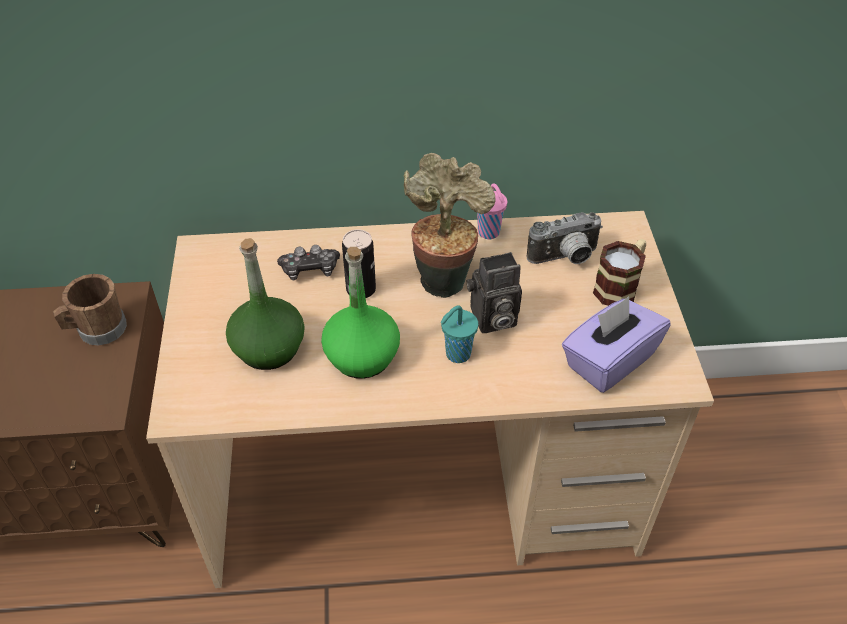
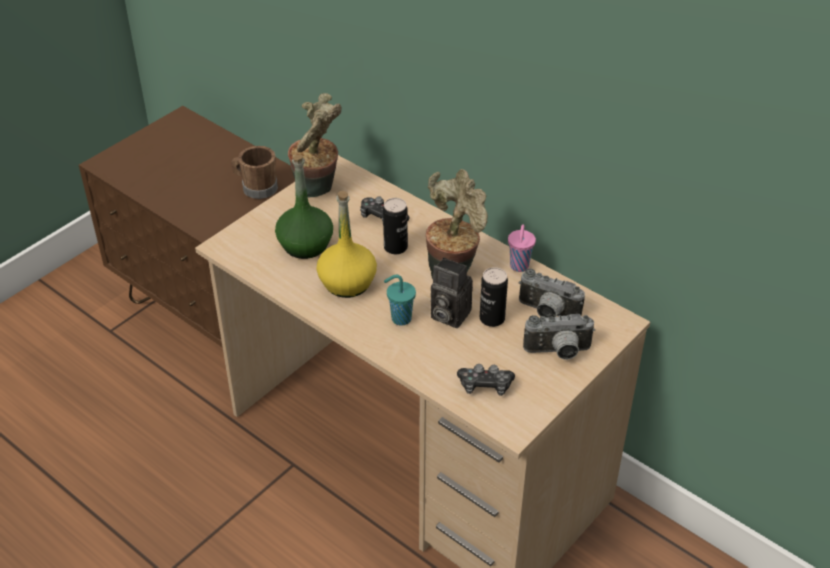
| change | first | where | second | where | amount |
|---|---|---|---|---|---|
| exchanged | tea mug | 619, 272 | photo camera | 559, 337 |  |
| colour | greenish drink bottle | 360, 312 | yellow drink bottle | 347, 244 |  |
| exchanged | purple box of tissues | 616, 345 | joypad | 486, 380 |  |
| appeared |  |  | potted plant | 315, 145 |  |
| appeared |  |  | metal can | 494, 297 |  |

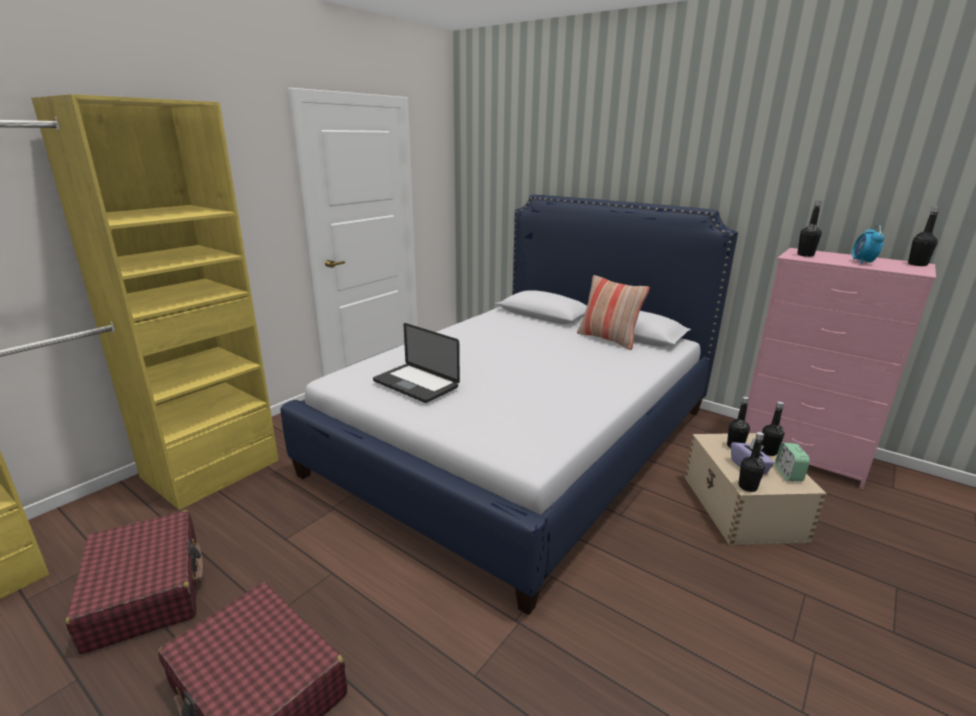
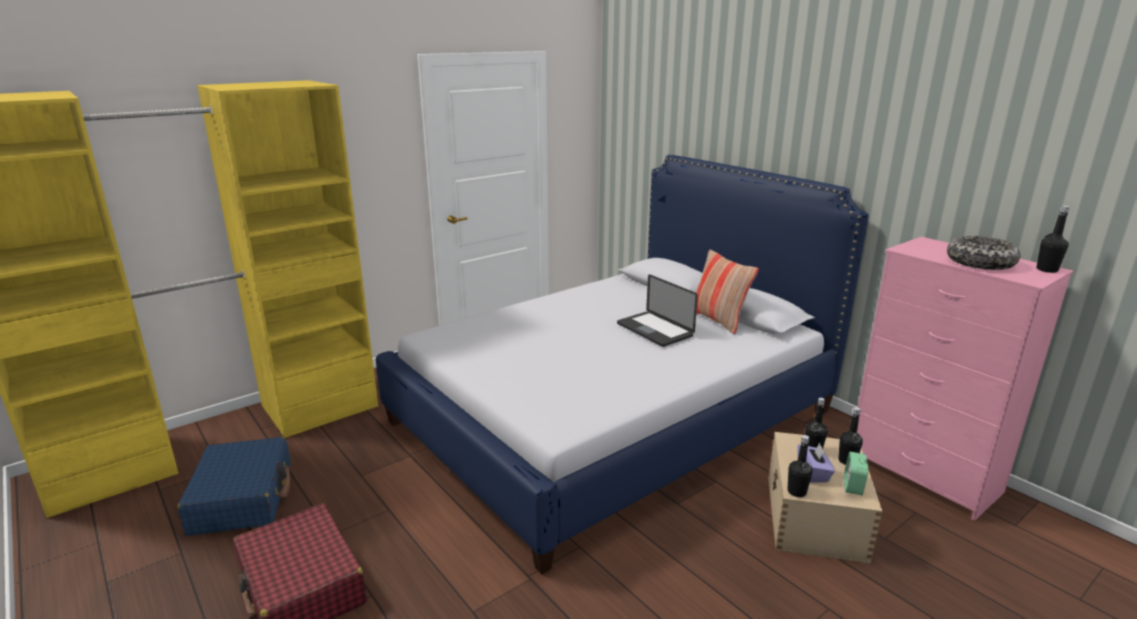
| change | first | where | second | where | amount |
|---|---|---|---|---|---|
| missing | blackish drink bottle | 809, 228 |  |  |  |
| exchanged | bedside clock | 868, 245 | serving bowl | 984, 253 |  |
| relocated | notebook computer | 416, 363 |  | 657, 310 |  |
| colour | red suitcase | 134, 582 | blue-coloured suitcase | 233, 486 |  |

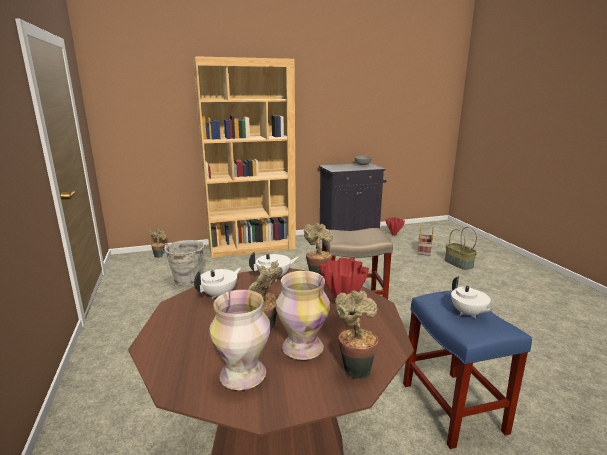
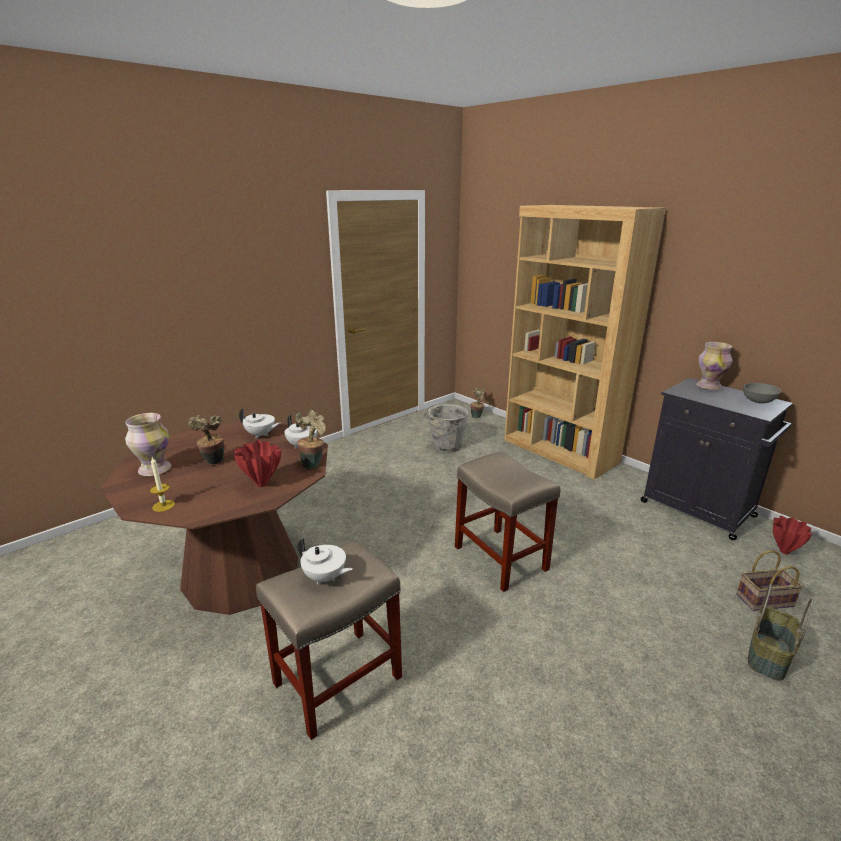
| change | first | where | second | where | amount |
|---|---|---|---|---|---|
| relocated | vase | 303, 315 |  | 714, 366 |  |
| spun | whitish tea pot | 472, 297 |  | 325, 561 | 105 degrees counterclockwise |
| exchanged | potted plant | 356, 334 | wax light | 162, 484 |  |
| colour | blue-coloured stool seat | 467, 369 | beige stool seat | 329, 639 |  |

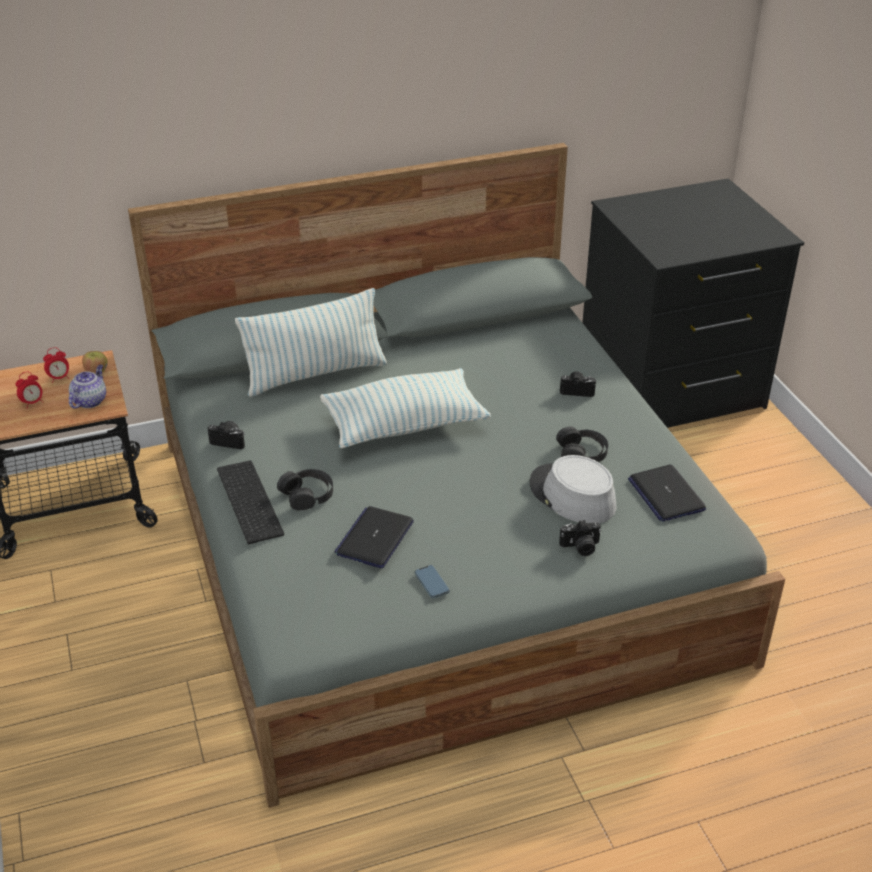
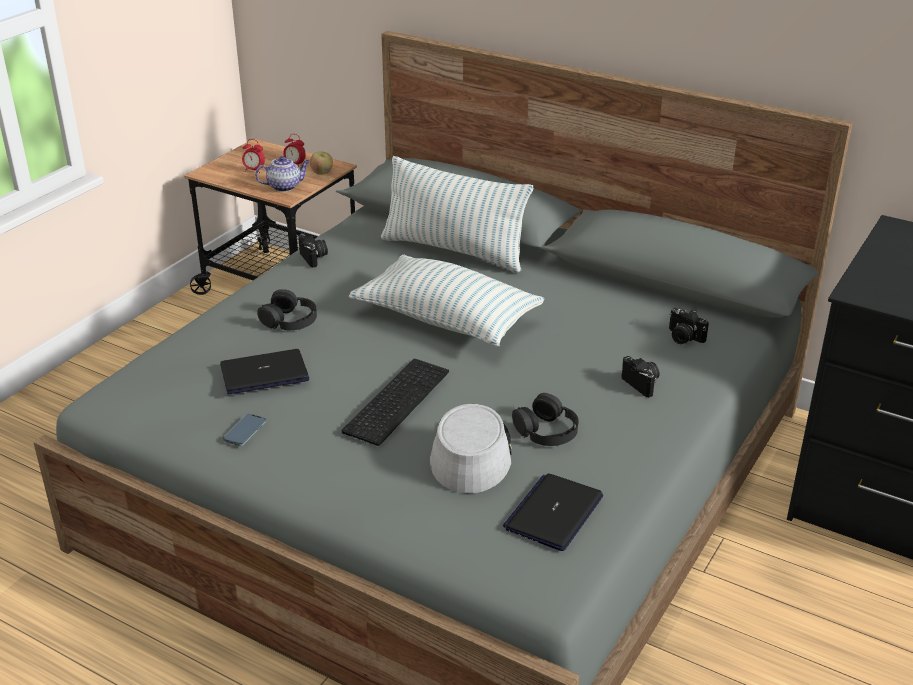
| change | first | where | second | where | amount |
|---|---|---|---|---|---|
| relocated | PC keyboard | 250, 502 |  | 395, 402 |  |
| relocated | photo camera | 580, 538 |  | 689, 326 |  |

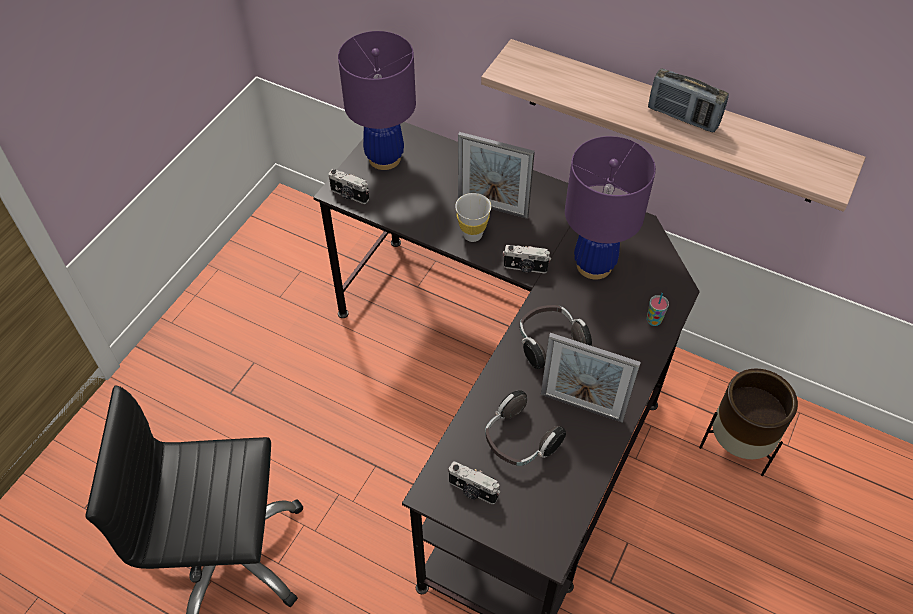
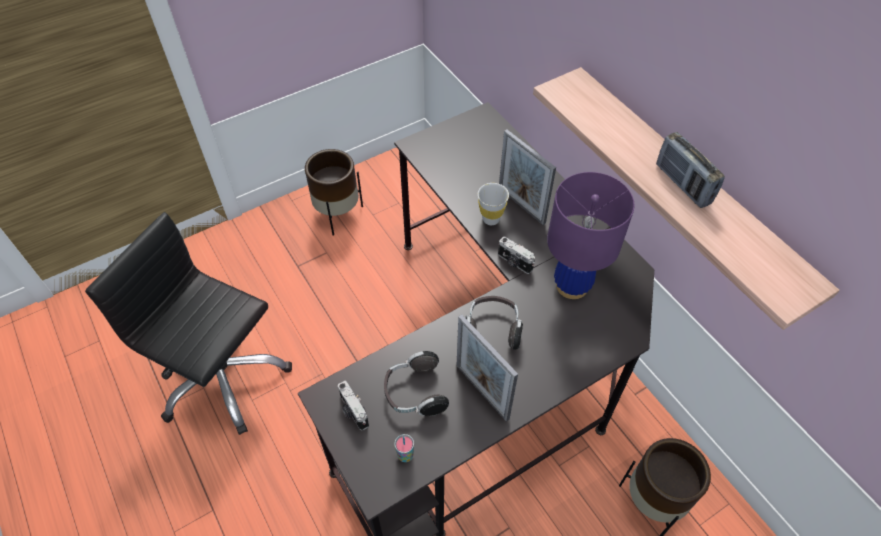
| change | first | where | second | where | amount |
|---|---|---|---|---|---|
| missing | purple table lamp | 377, 100 |  |  |  |
| missing | photo camera | 348, 186 |  |  |  |
| relocated | cup | 658, 309 |  | 404, 448 |  |
| appeared |  |  | brown flower pot | 334, 192 |  |

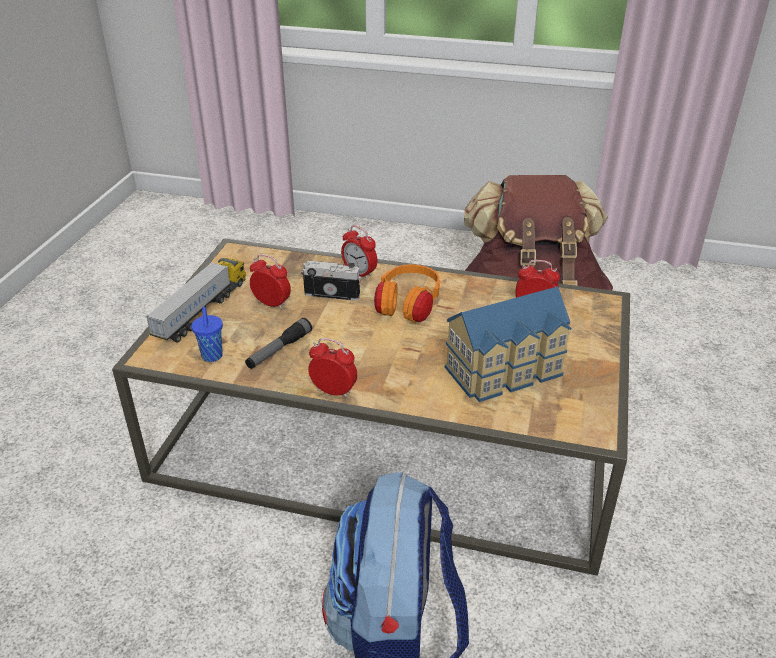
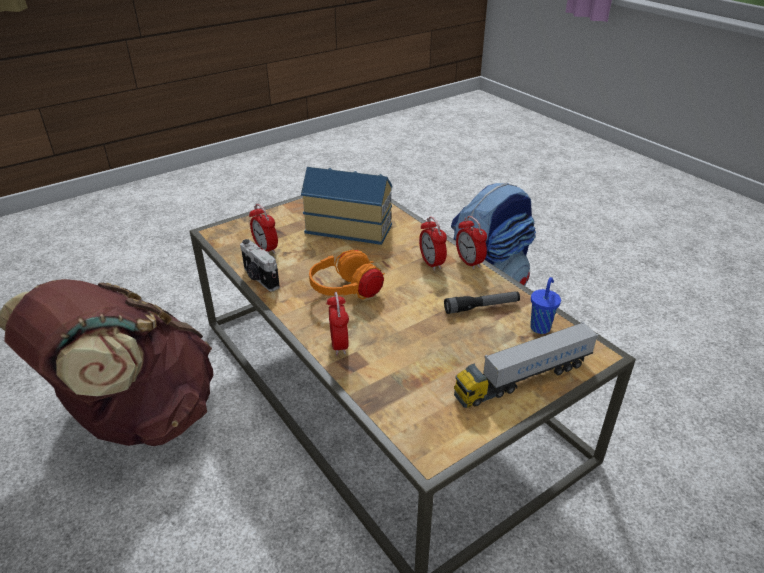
| change | first | where | second | where | amount |
|---|---|---|---|---|---|
| relocated | bedside clock | 270, 282 |  | 433, 244 |  |
| relocated | photo camera | 331, 280 |  | 260, 265 |  |

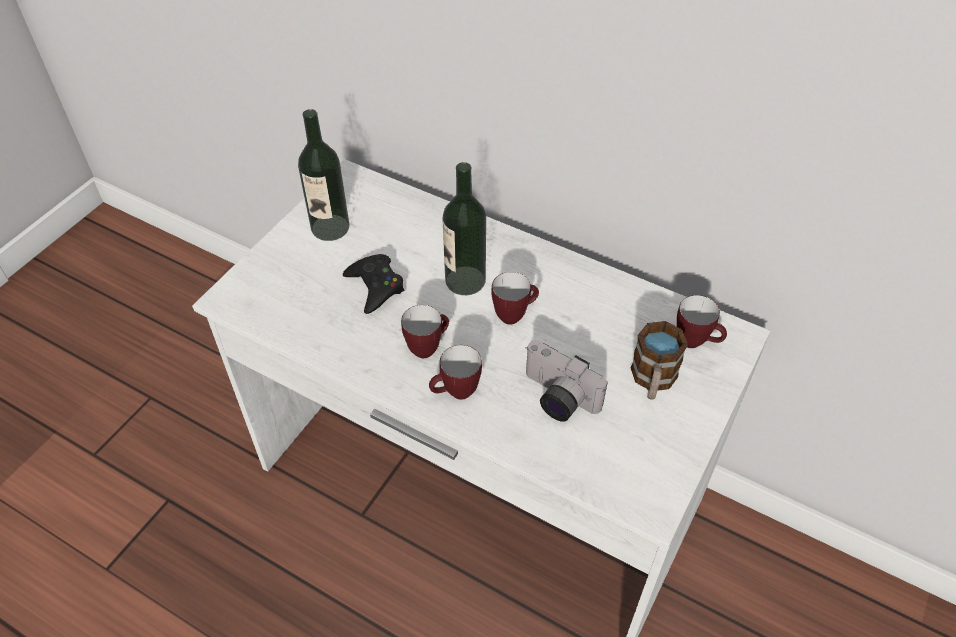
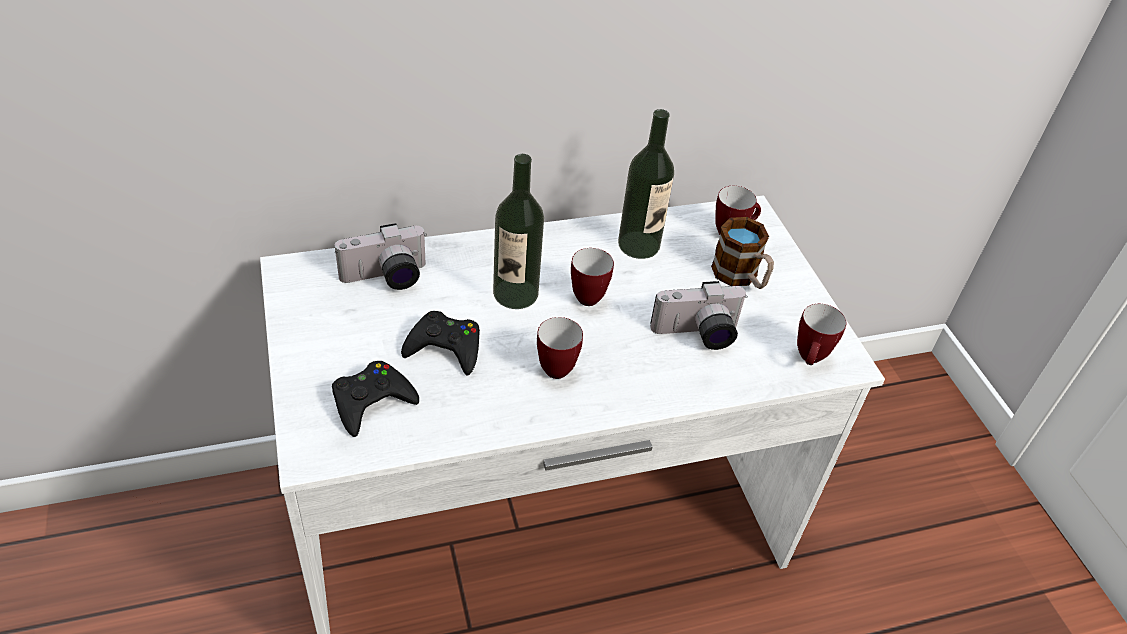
| change | first | where | second | where | amount |
|---|---|---|---|---|---|
| relocated | drink bottle | 323, 175 |  | 646, 184 |  |
| relocated | tea mug | 455, 372 |  | 821, 334 |  |
| appeared |  |  | photo camera | 381, 256 |  |
| appeared |  |  | blackish joypad | 375, 399 |  |

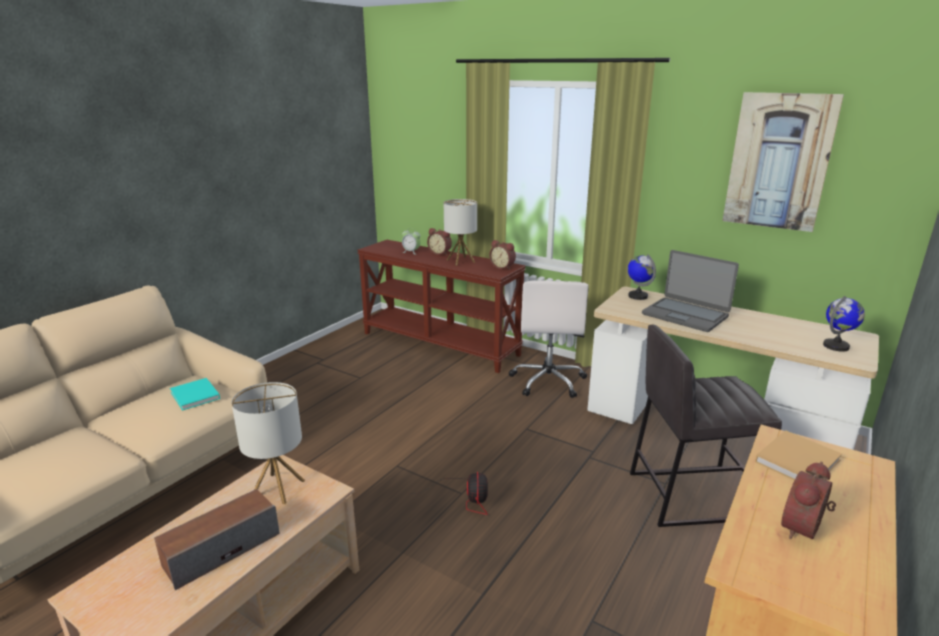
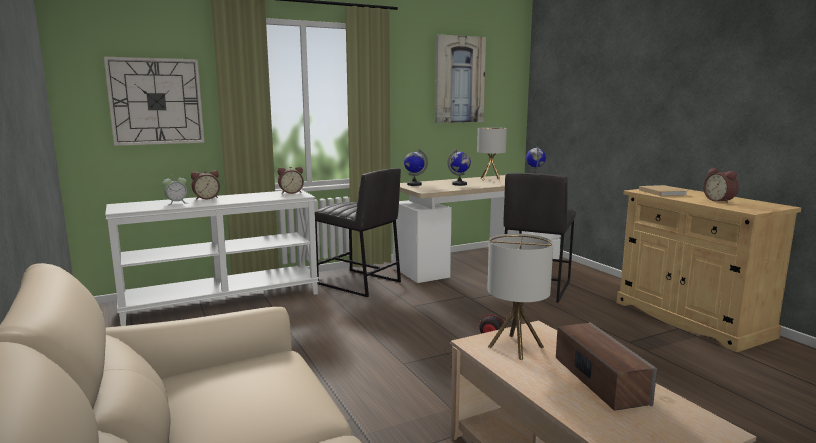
| change | first | where | second | where | amount |
|---|---|---|---|---|---|
| relocated | table lamp | 460, 232 |  | 492, 154 |  |
| colour | brown narrow table | 441, 306 | whitish narrow table | 212, 258 |  |
| exchanged | notebook computer | 690, 291 | globe | 459, 167 |  |
| exchanged | whitish desk chair | 549, 339 | grey stool seat | 358, 232 |  |
| missing | turquoise-coloured book | 195, 394 |  |  |  |
| appeared |  |  | wall clock | 154, 101 |  |

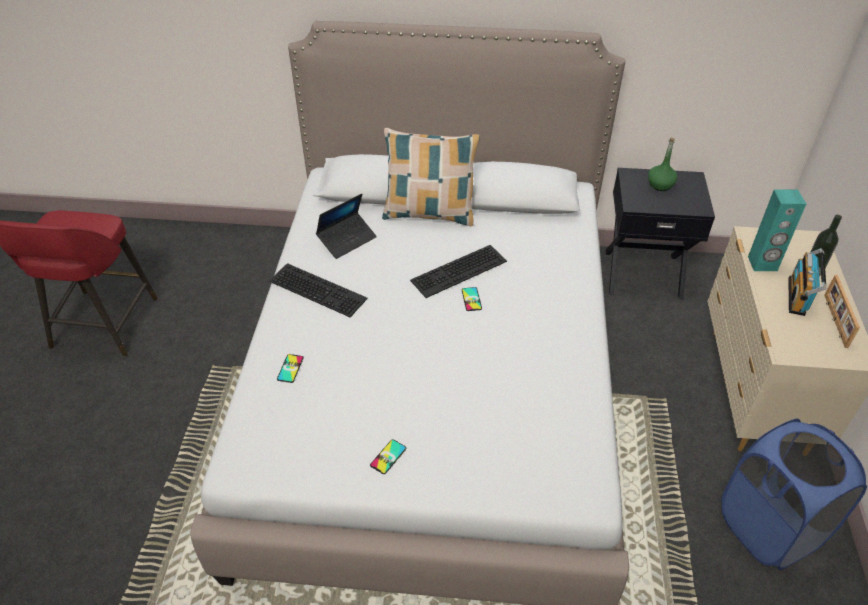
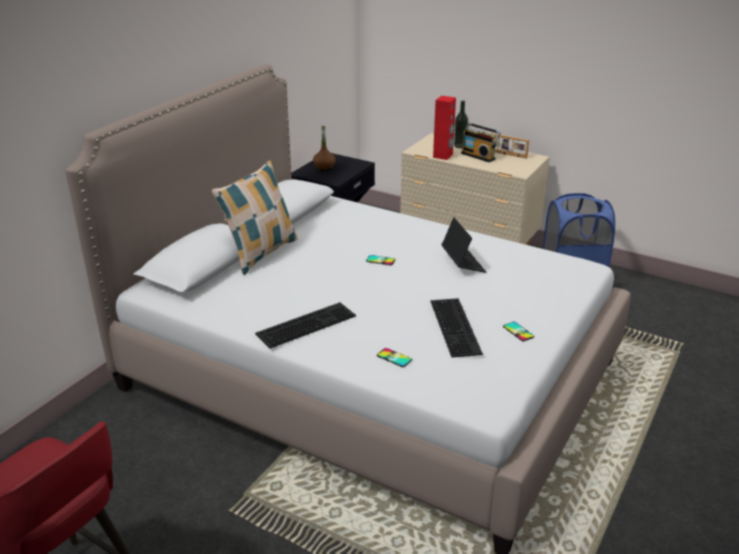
| change | first | where | second | where | amount |
|---|---|---|---|---|---|
| colour | greenish drink bottle | 663, 164 | brown drink bottle | 324, 148 |  |
| colour | turquoise-coloured audio speaker | 777, 230 | red audio speaker | 444, 128 |  |
| relocated | notebook computer | 346, 226 |  | 464, 245 |  |
| relocated | PC keyboard | 458, 271 |  | 456, 327 |  |

